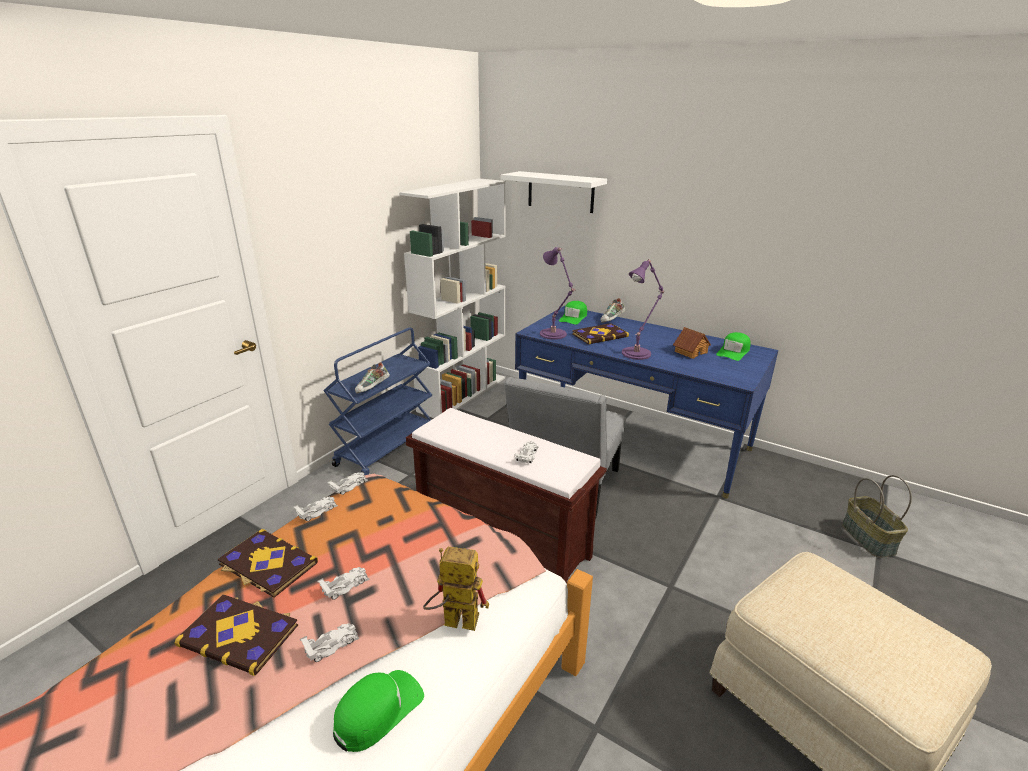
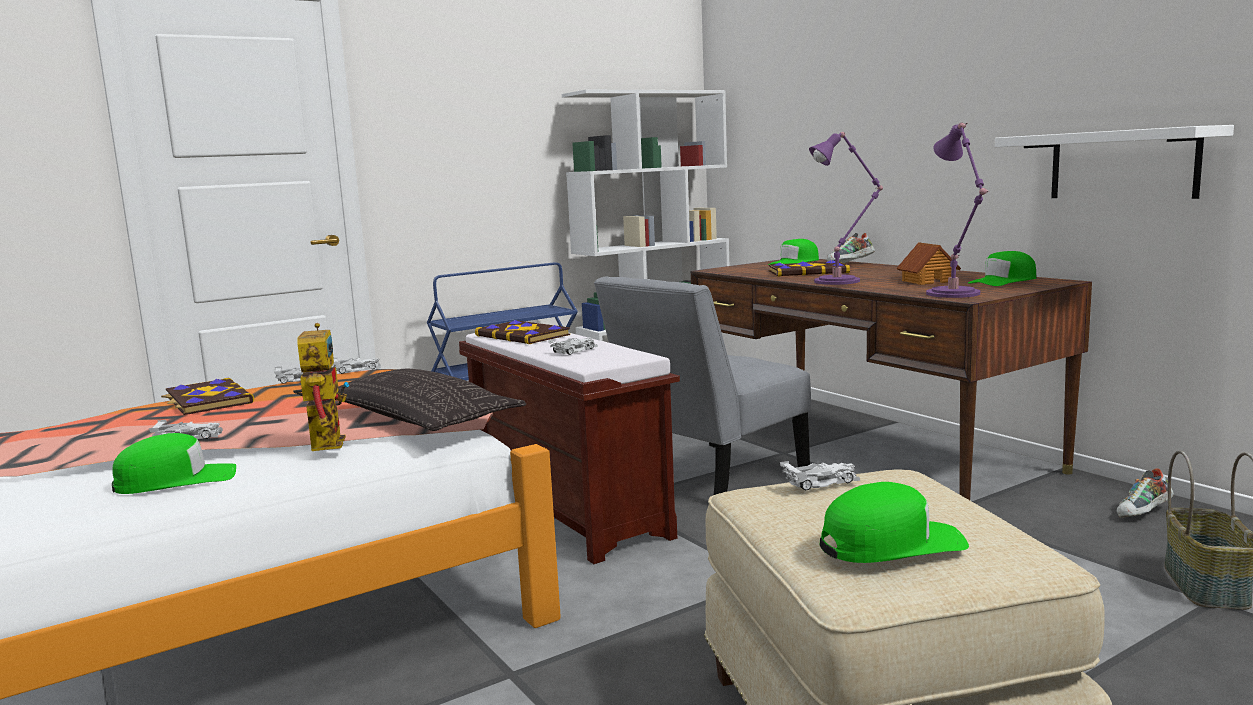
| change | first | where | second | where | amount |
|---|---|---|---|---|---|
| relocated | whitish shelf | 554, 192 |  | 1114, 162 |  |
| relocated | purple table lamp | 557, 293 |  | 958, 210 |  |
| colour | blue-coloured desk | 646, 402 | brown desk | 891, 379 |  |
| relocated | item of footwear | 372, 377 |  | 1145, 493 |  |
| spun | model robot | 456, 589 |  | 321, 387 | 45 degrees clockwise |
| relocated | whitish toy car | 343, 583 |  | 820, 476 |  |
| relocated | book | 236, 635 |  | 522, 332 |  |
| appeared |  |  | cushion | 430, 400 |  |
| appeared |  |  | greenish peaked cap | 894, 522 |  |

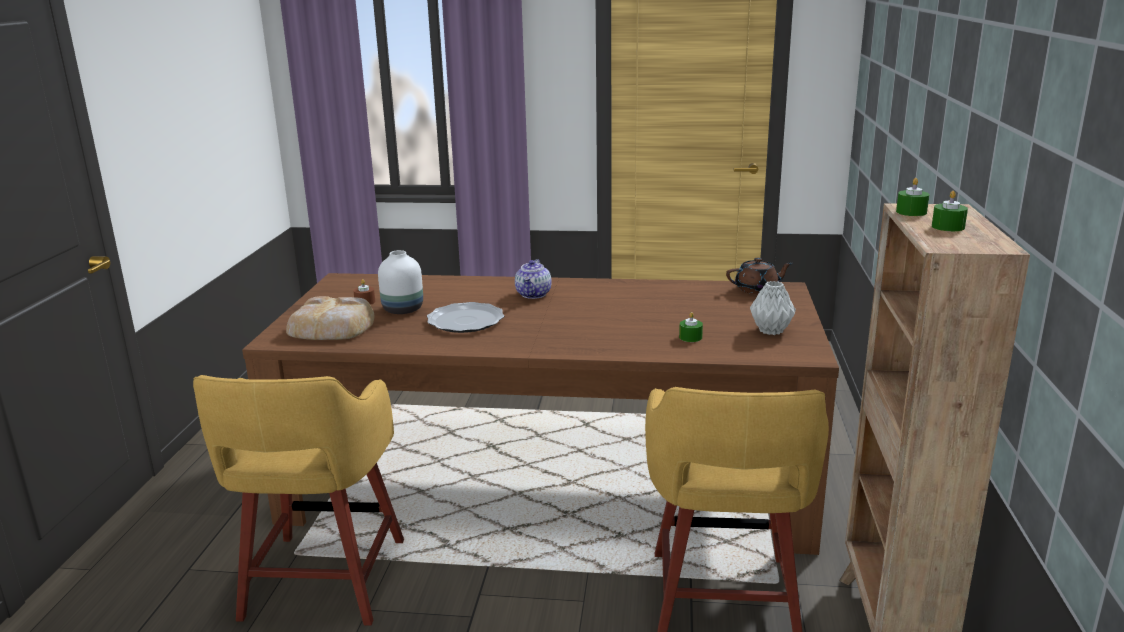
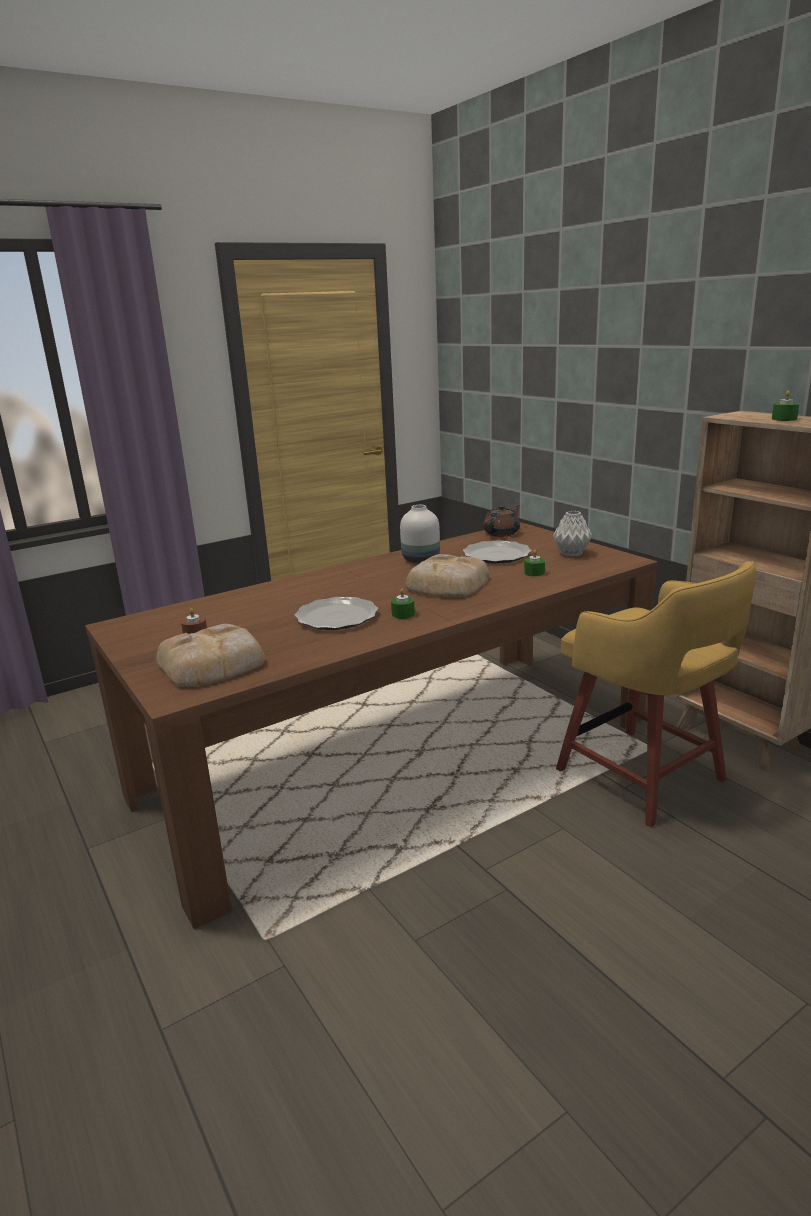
| change | first | where | second | where | amount |
|---|---|---|---|---|---|
| relocated | greenish wax light | 912, 197 |  | 403, 603 |  |
| relocated | whitish vase | 400, 282 |  | 420, 534 |  |
| missing | tea pot | 533, 279 |  |  |  |
| missing | yellow stool seat | 298, 500 |  |  |  |
| appeared |  |  | flat dish | 497, 552 |  |
| appeared |  |  | baked bread | 447, 575 |  |

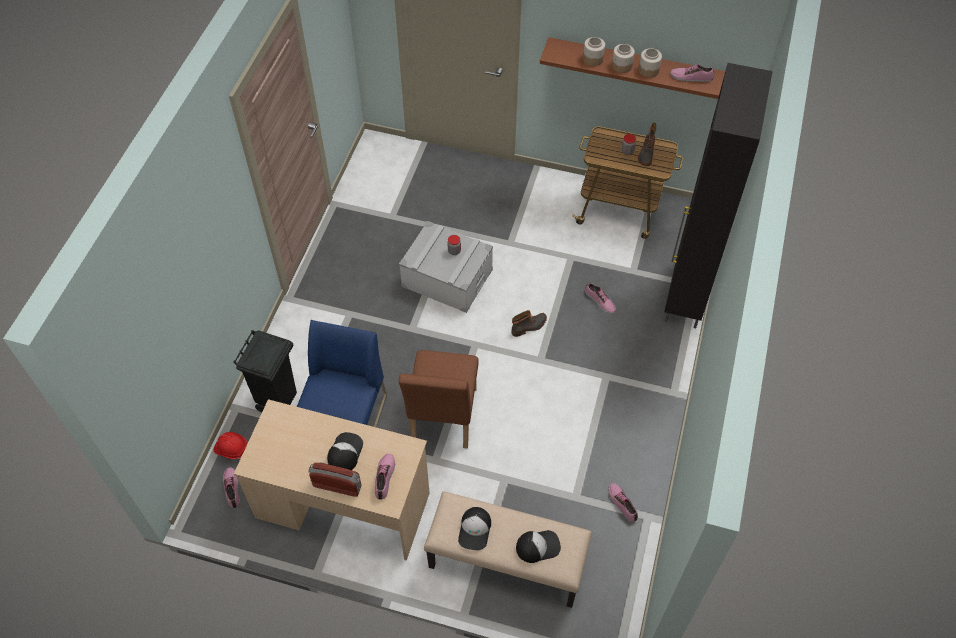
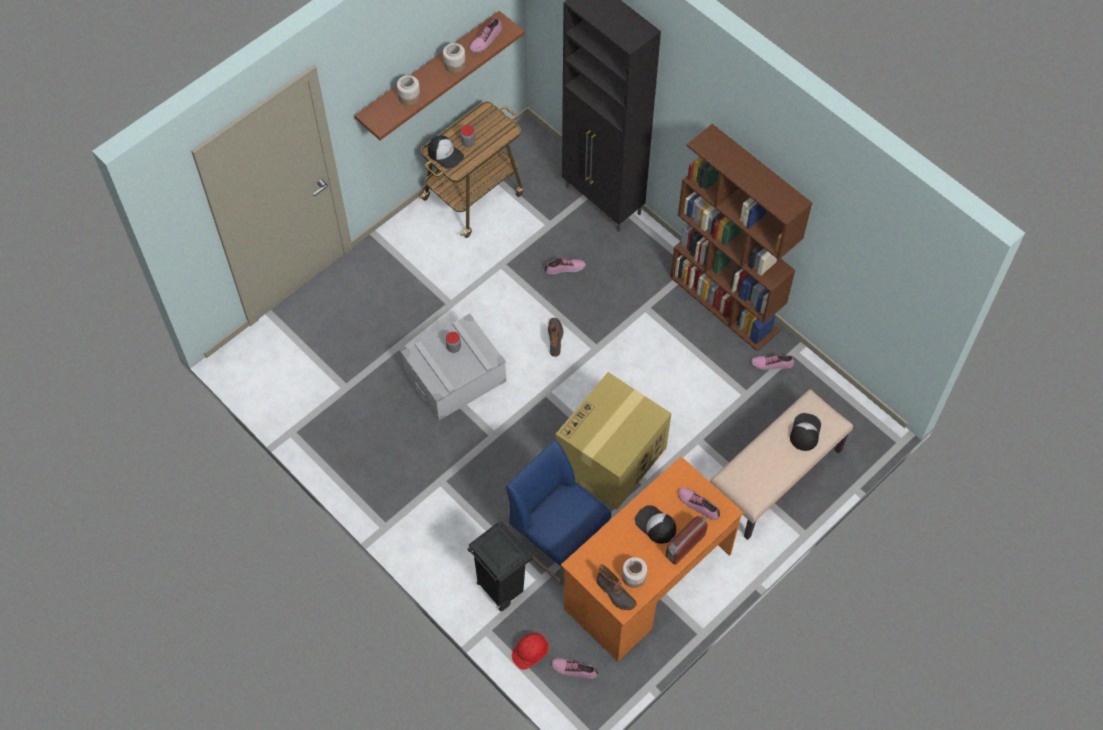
| change | first | where | second | where | amount |
|---|---|---|---|---|---|
| relocated | jar | 623, 58 |  | 634, 572 |  |
| relocated | tall boot | 647, 144 |  | 617, 587 |  |
| exchanged | brown plain chair | 439, 399 | carton | 613, 441 |  |
| colour | beige desk | 332, 480 | orange-coloured desk | 652, 558 |  |
| relocated | peaked cap | 474, 528 |  | 446, 152 |  |
| appeared |  |  | brown bookshelf | 741, 238 |  |

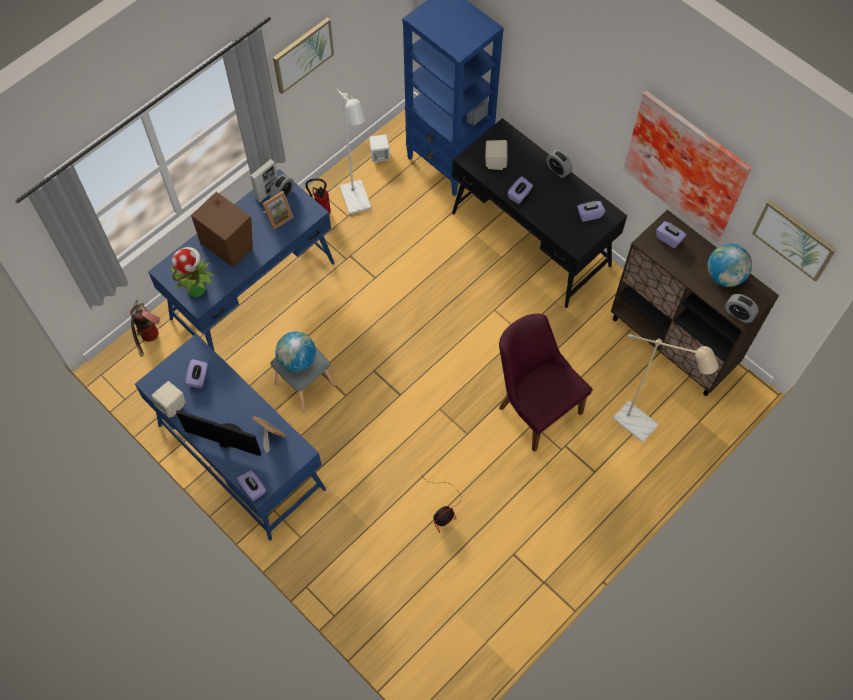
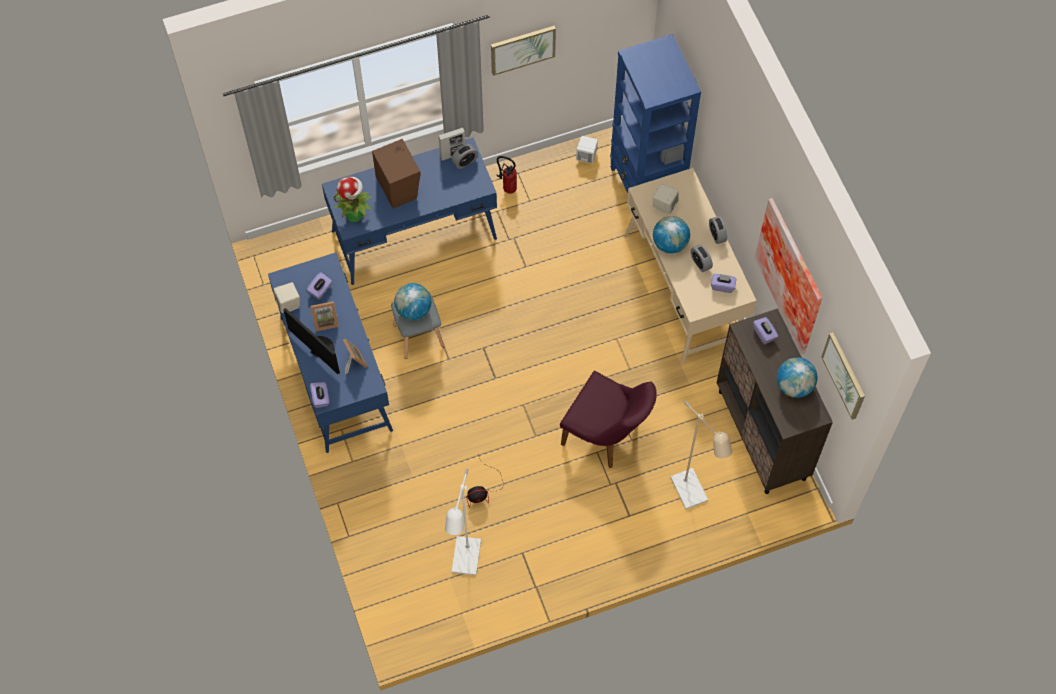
| change | first | where | second | where | amount |
|---|---|---|---|---|---|
| relocated | whitish standard lamp | 353, 152 |  | 463, 522 |  |
| colour | blackish desk | 539, 213 | beige desk | 690, 266 |  |
| exchanged | purple box of tissues | 520, 190 | globe | 671, 235 |  |
| relocated | photo frame | 278, 210 |  | 324, 316 |  |
| relocated | bedside clock | 742, 308 |  | 701, 258 |  |
| missing | fire-fighting cylinder | 145, 328 |  |  |  |
| spun | purple plain chair | 546, 383 |  | 608, 419 | 135 degrees clockwise |

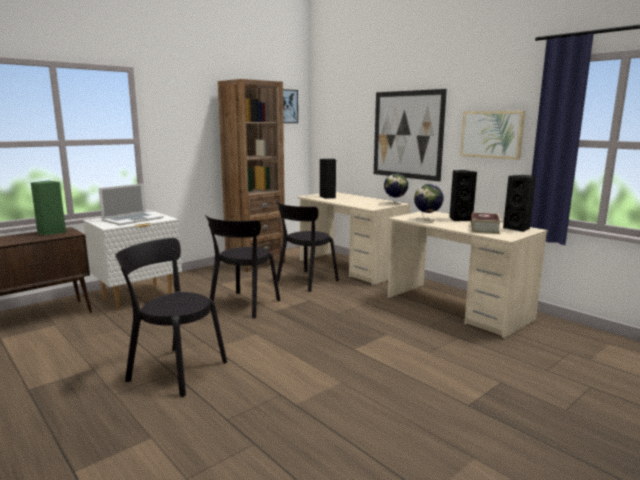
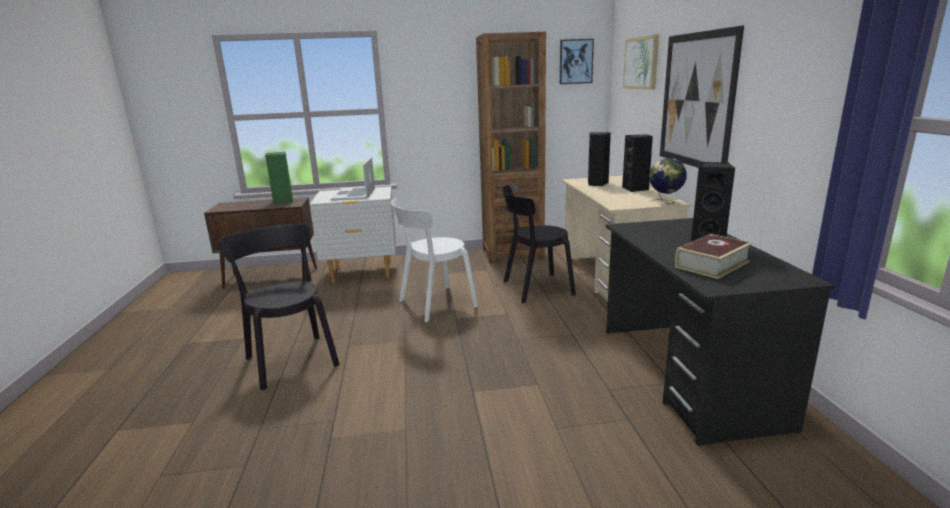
| change | first | where | second | where | amount |
|---|---|---|---|---|---|
| relocated | picture | 492, 135 |  | 641, 62 |  |
| relocated | blackish audio speaker | 519, 203 |  | 637, 163 |  |
| spun | notebook computer | 131, 204 |  | 353, 179 | 105 degrees clockwise |
| missing | globe | 429, 203 |  |  |  |
| colour | beige desk | 468, 274 | blackish desk | 720, 332 |  |
| colour | blackish plain chair | 243, 267 | whitish plain chair | 434, 260 |  |

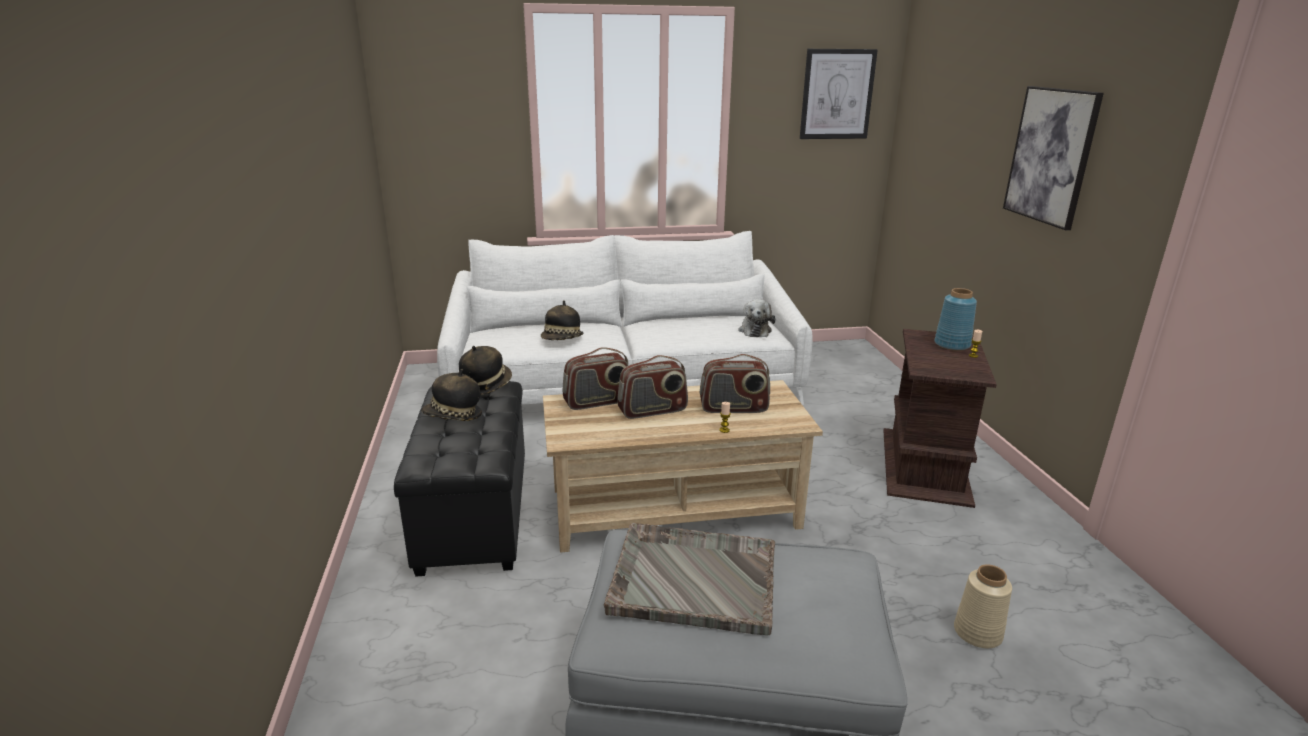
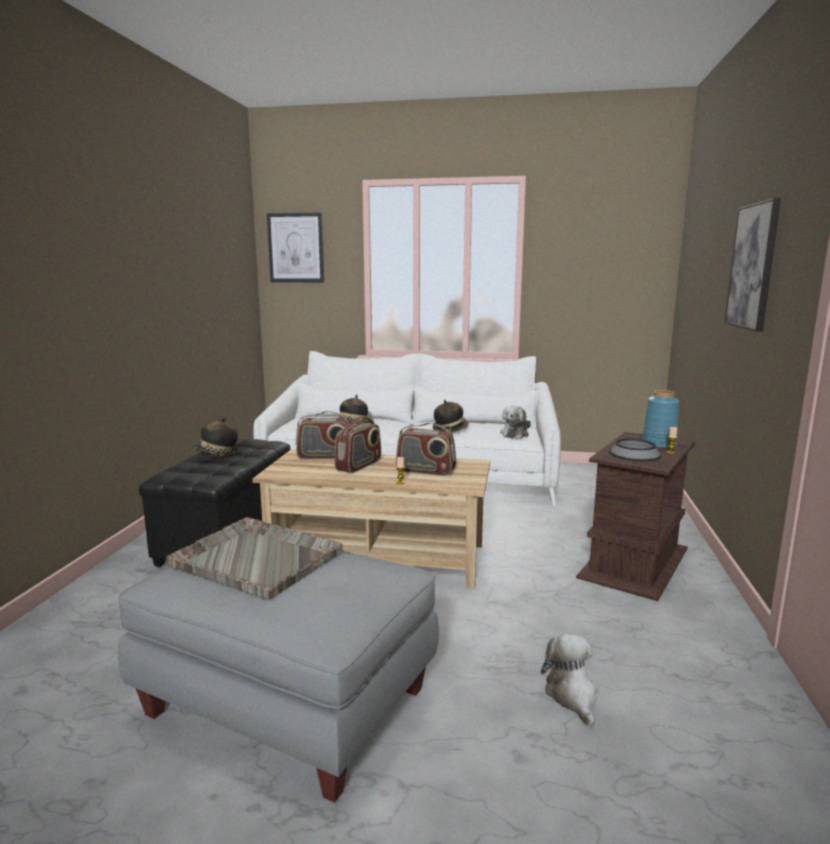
| change | first | where | second | where | amount |
|---|---|---|---|---|---|
| relocated | picture | 839, 94 |  | 295, 247 |  |
| relocated | hat | 485, 370 |  | 451, 416 |  |
| spun | radio set | 652, 387 |  | 358, 445 | 60 degrees counterclockwise |
| exchanged | beige vase | 983, 606 | plush toy | 569, 680 |  |
| appeared |  |  | serving bowl | 635, 450 |  |

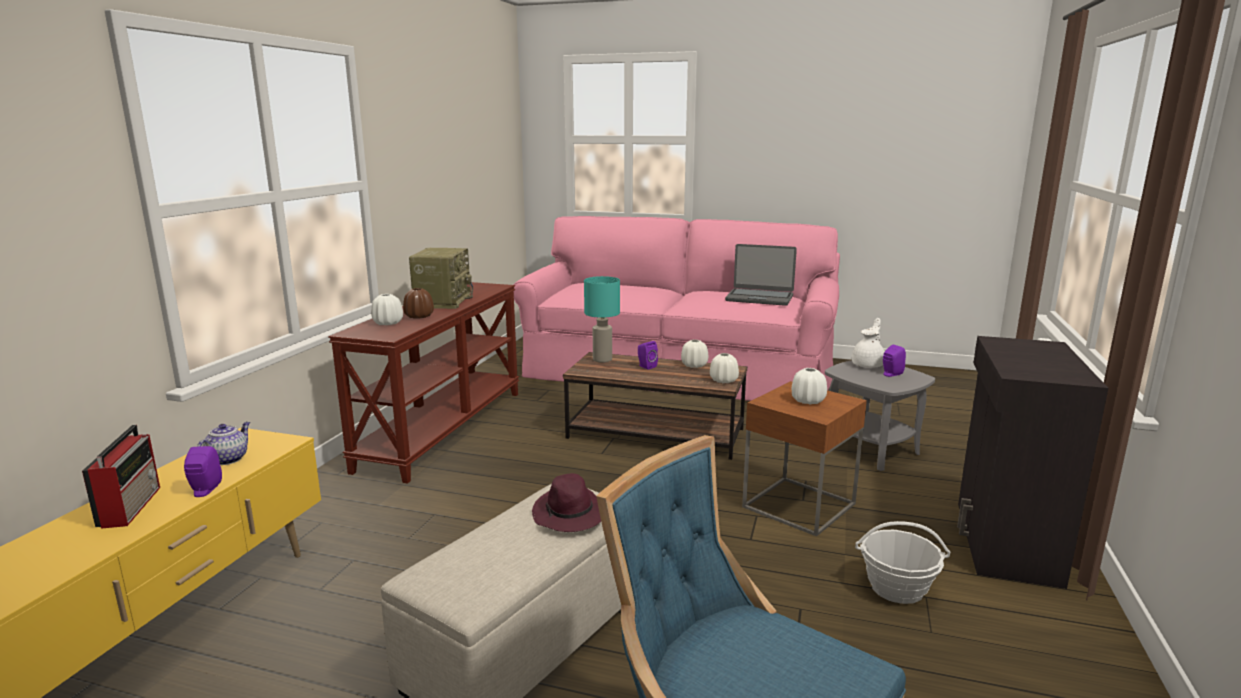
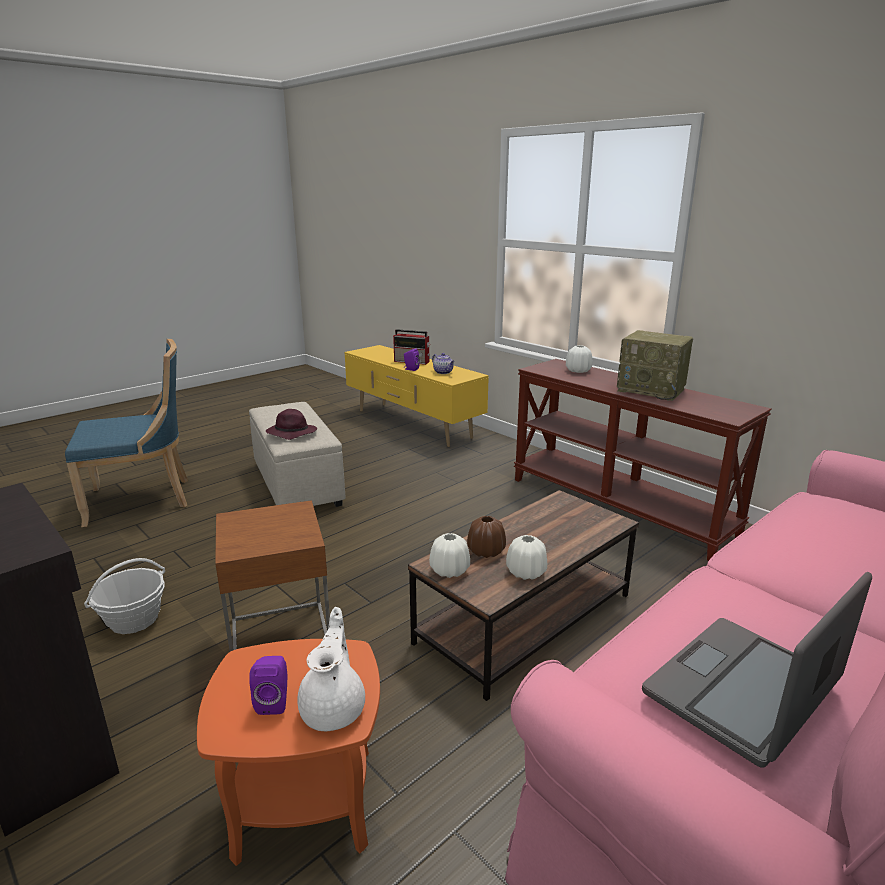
| change | first | where | second | where | amount |
|---|---|---|---|---|---|
| missing | turquoise-coloured table lamp | 602, 319 |  |  |  |
| relocated | brown vase | 418, 303 |  | 486, 537 |  |
| spun | whitish tea pot | 868, 343 |  | 331, 669 | 150 degrees counterclockwise |
| missing | purple audio speaker | 648, 355 |  |  |  |
| colour | grey end table | 880, 415 | orange-coloured end table | 288, 752 |  |
| missing | whitish vase | 809, 386 |  |  |  |

